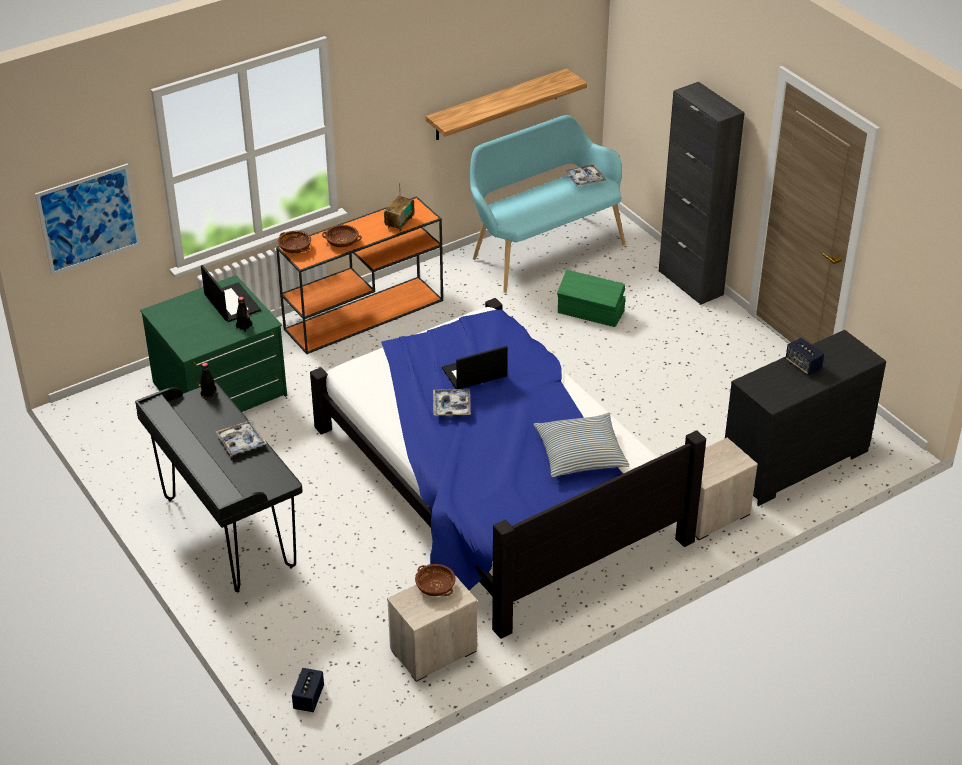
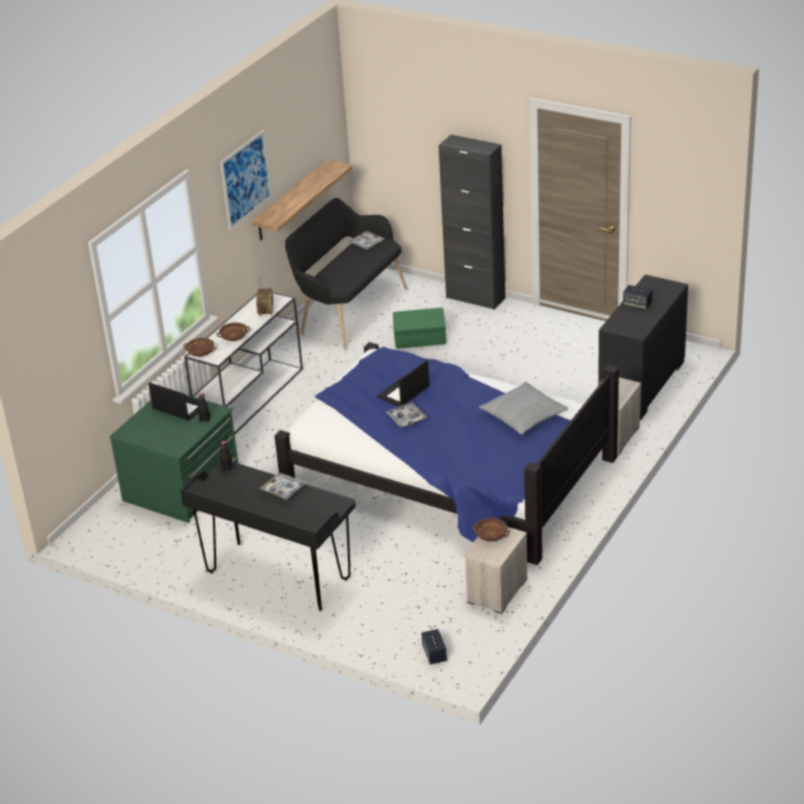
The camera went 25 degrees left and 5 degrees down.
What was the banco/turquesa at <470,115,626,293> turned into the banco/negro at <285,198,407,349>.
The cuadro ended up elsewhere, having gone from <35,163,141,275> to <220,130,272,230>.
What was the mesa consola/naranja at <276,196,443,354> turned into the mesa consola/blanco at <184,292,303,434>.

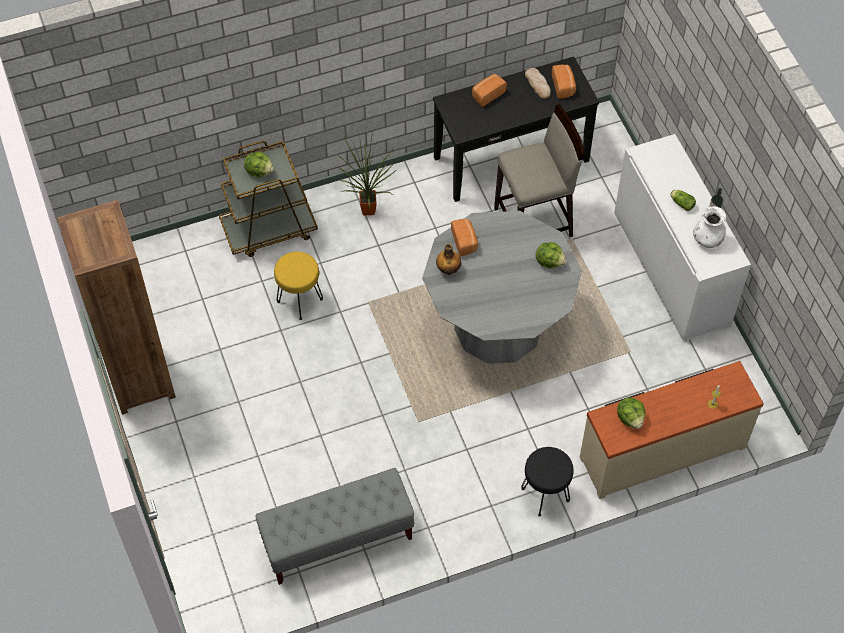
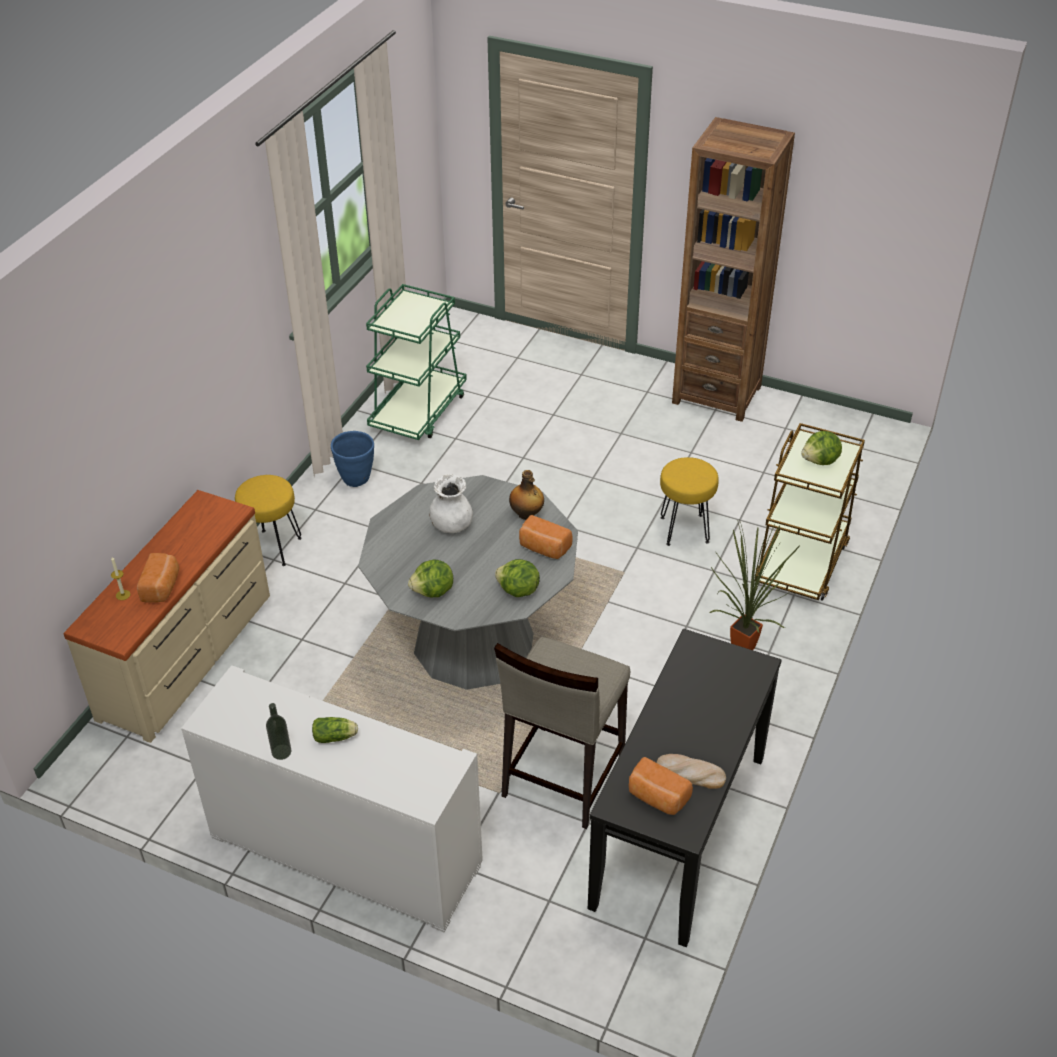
The camera went 135 degrees right and 15 degrees down.
The pan ended up elsewhere, having gone from <472,74,507,107> to <137,553,179,603>.
The florero/blanco ended up elsewhere, having gone from <693,206,726,248> to <429,475,473,533>.
The lechuga ended up elsewhere, having gone from <617,398,646,429> to <495,559,540,597>.
What was the taburete/negro at <521,447,574,517> turned into the taburete/amarillo at <235,475,302,566>.
Where the banco/gris stood at <255,468,414,585>, the carrito/verde came to stand at <366,284,467,440>.
The second view gained the maceta/azul at <331,431,374,487>.

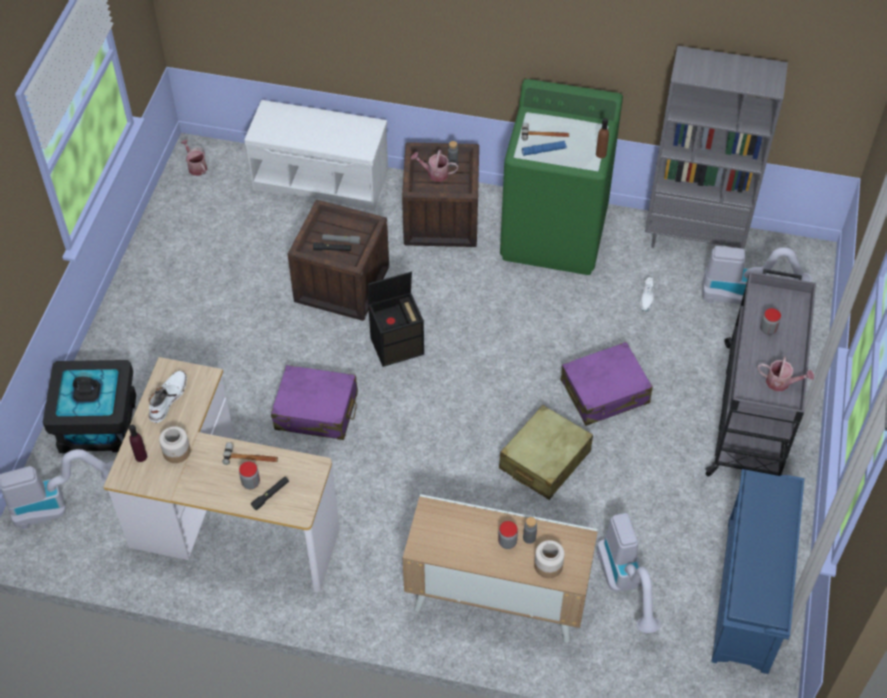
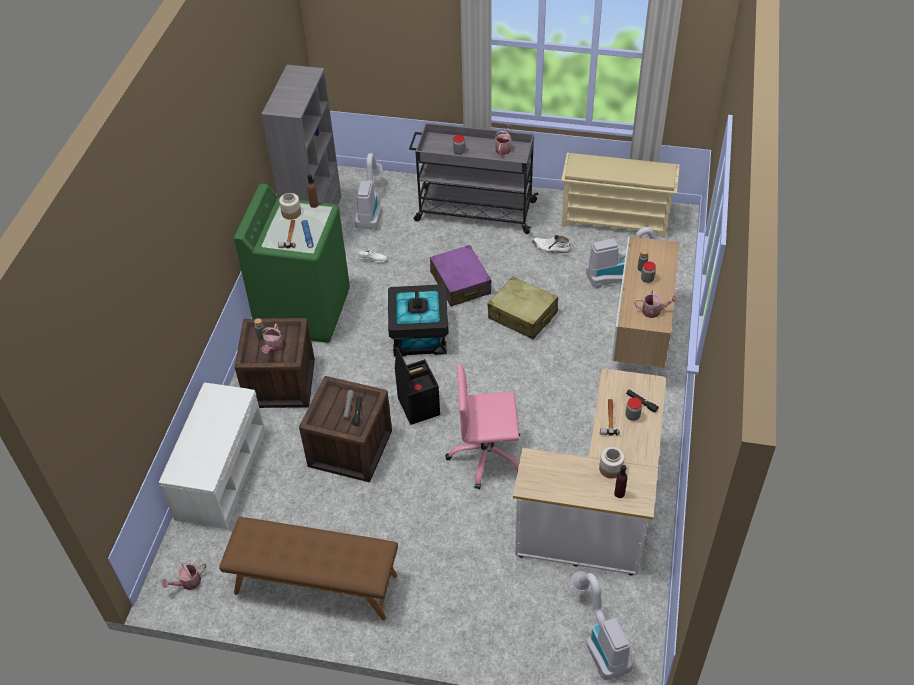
The camera went 90 degrees left and 5 degrees down.
The caja de almacenaje/negro ended up elsewhere, having gone from <43,360,136,453> to <388,284,449,357>.
Where the maleta/morado stood at <271,365,358,440>, the silla de oficina/rosa came to stand at <445,363,520,489>.
The bota/blanco ended up elsewhere, having gone from <149,371,187,423> to <532,235,571,255>.
What was the zapatero/azul at <712,469,804,674> turned into the zapatero/beis at <561,153,680,238>.
The tarro ended up elsewhere, having gone from <534,540,565,578> to <279,193,301,220>.
The second view gained the regadera at <634,290,678,318>.
The second view gained the banco/marrón at <219,517,398,620>.

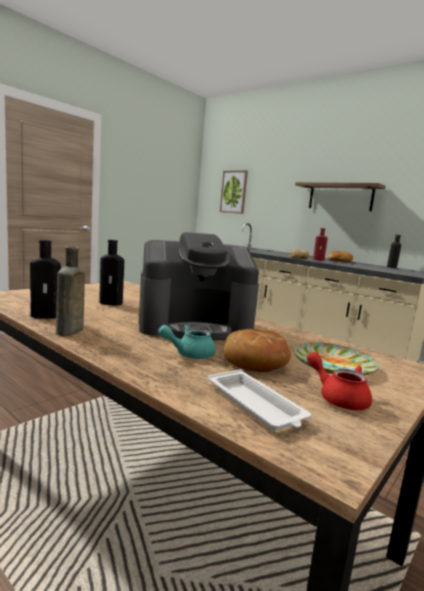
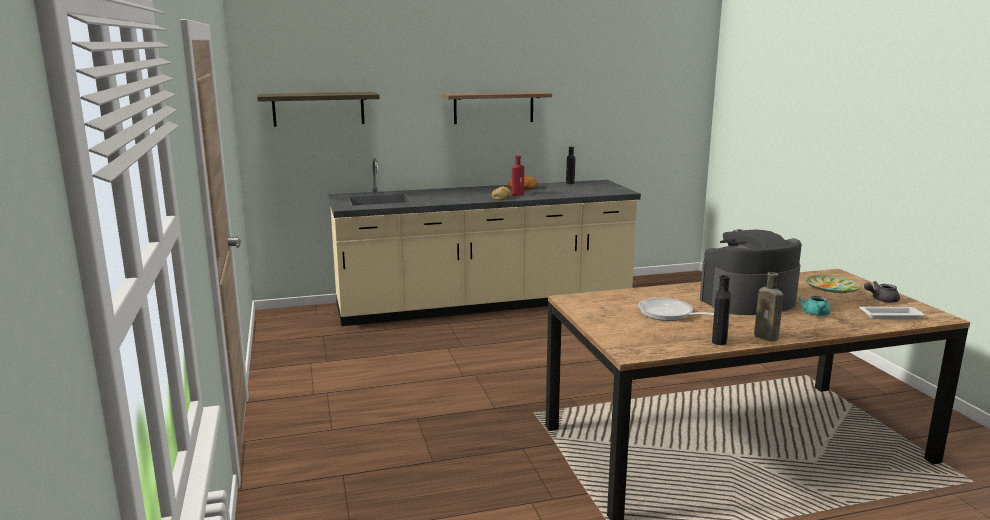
The camera went 55 degrees left and 5 degrees up.
Where the cuadro hung at <220,170,248,214>, the estante came to hang at <257,92,380,127>.
The cafetera at <139,232,259,340> ended up facing another way, 135 degrees counterclockwise from before.
Where the botella/negro stood at <99,240,124,306>, the sartén came to stand at <638,298,714,321>.
The second view lost the pan at <224,329,291,372>.
What was the tetera/rojo at <307,352,372,410> turned into the tetera/gris at <864,281,900,303>.

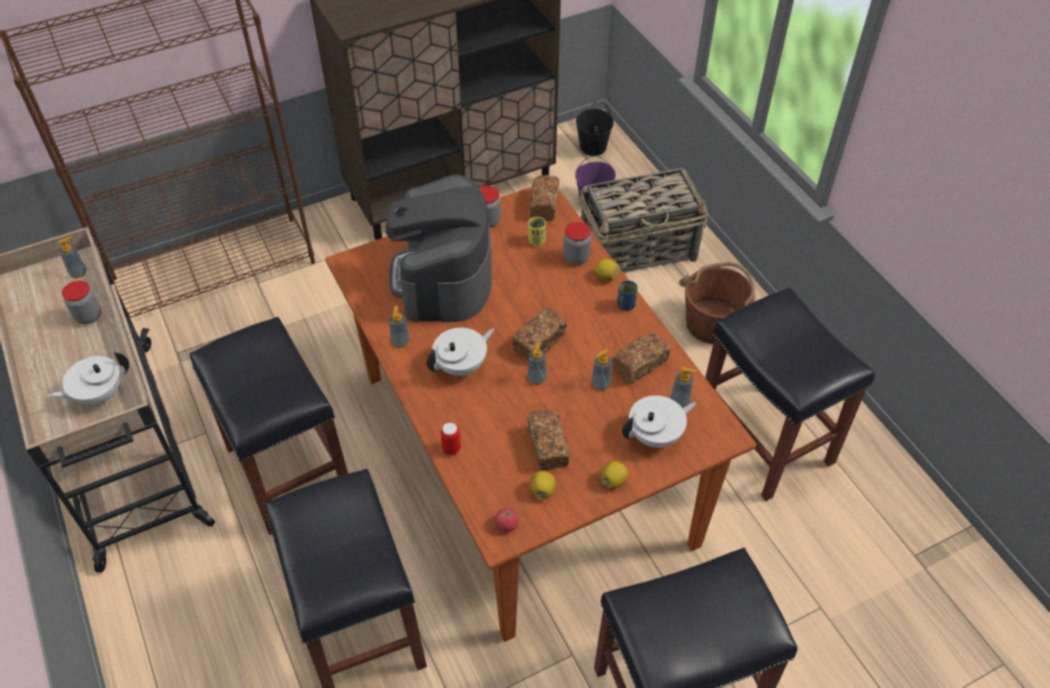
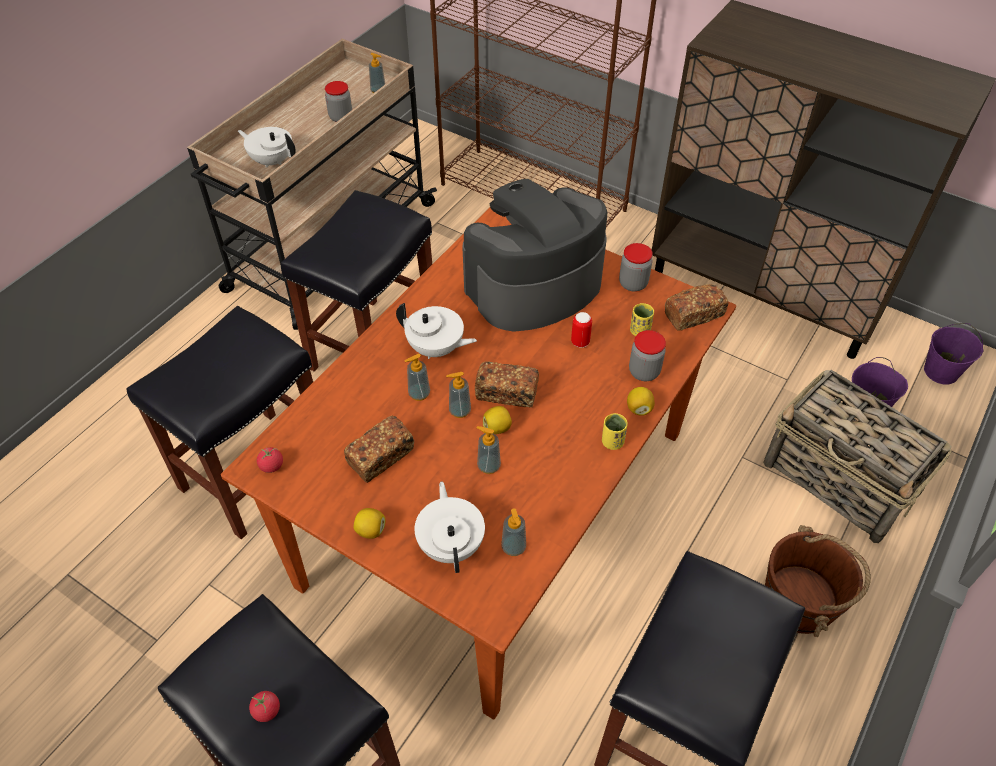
The camera went 60 degrees right and 0 degrees up.
What was the cubo/negro at <576,102,614,156> turned into the cubo/morado at <924,323,983,385>.
What was the taza/azul at <617,280,637,311> turned into the taza/amarillo at <602,413,628,450>.
The dispensador de jabón ended up elsewhere, having gone from <389,306,410,348> to <405,354,430,401>.
The second view lost the pan at <612,333,670,384>.
The tetera/blanco at <622,395,697,448> ended up facing another way, 135 degrees counterclockwise from before.
The lata ended up elsewhere, having gone from <440,422,461,455> to <571,312,592,348>.
The limón ended up elsewhere, having gone from <529,471,556,499> to <483,406,512,434>.
The second view gained the tomate at <249,691,280,722>.

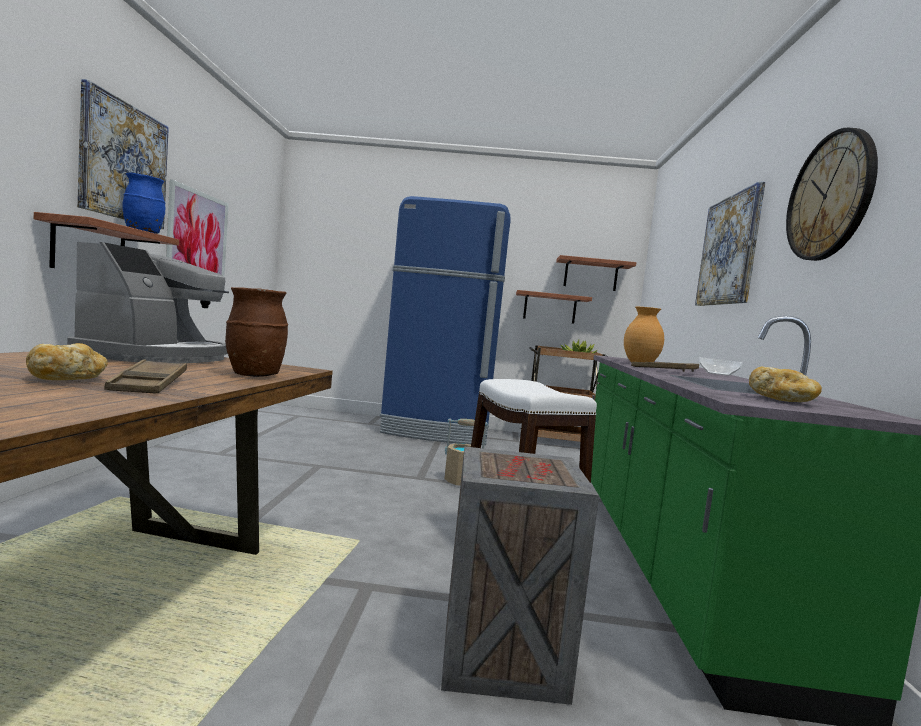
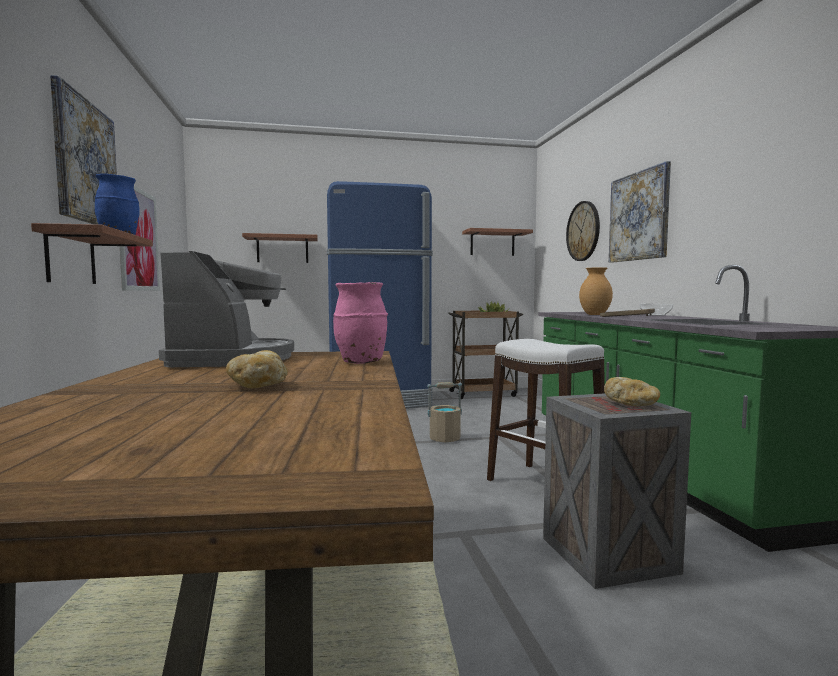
The camera went 15 degrees left and 0 degrees up.
The reloj de pared ended up elsewhere, having gone from <786,128,878,261> to <566,201,600,261>.
What was the florero/marrón at <225,287,288,377> turned into the florero/rosa at <333,282,388,364>.
The estante ended up elsewhere, having gone from <516,290,592,324> to <242,233,317,263>.
The second view lost the bandeja/marrón at <104,359,187,393>.
The pan ended up elsewhere, having gone from <749,367,822,402> to <604,377,660,406>.

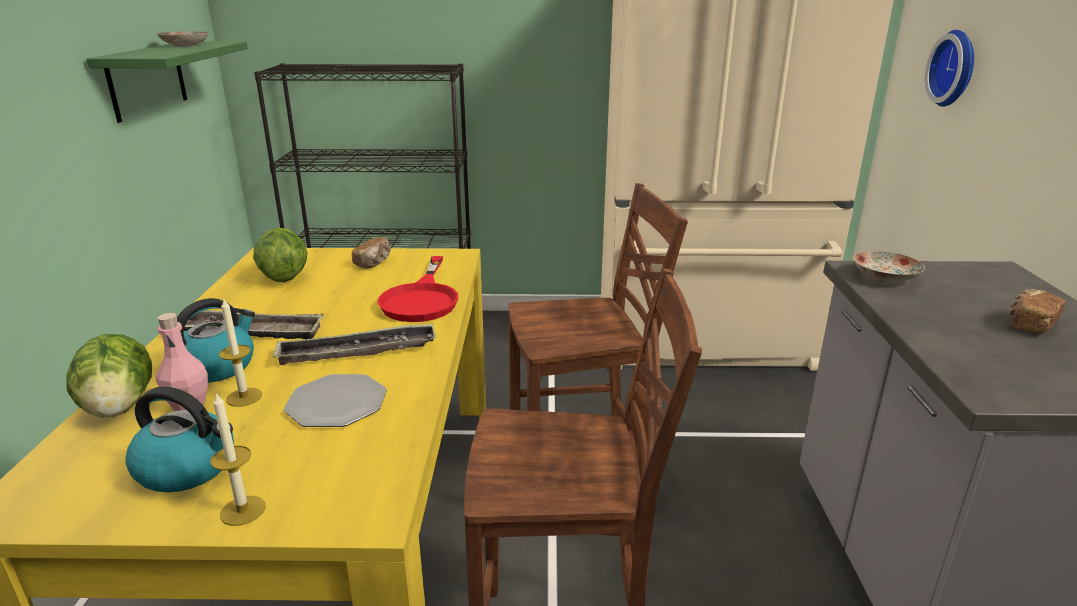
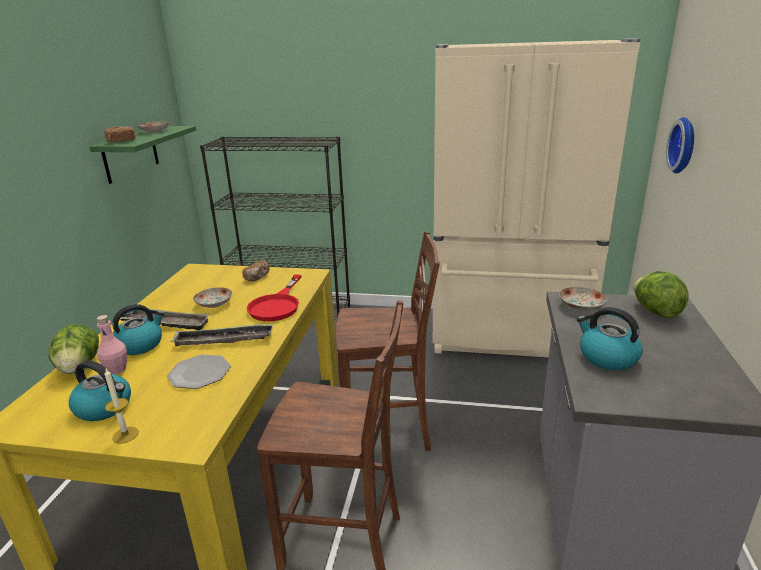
The camera went 10 degrees right and 0 degrees up.
The lechuga ended up elsewhere, having gone from <253,227,307,282> to <633,271,688,318>.
The pan ended up elsewhere, having gone from <1009,289,1065,333> to <104,126,135,142>.
The second view lost the vela at <219,297,262,407>.
The second view gained the plato at <193,287,232,308>.
The second view gained the hervidor at <577,307,643,370>.

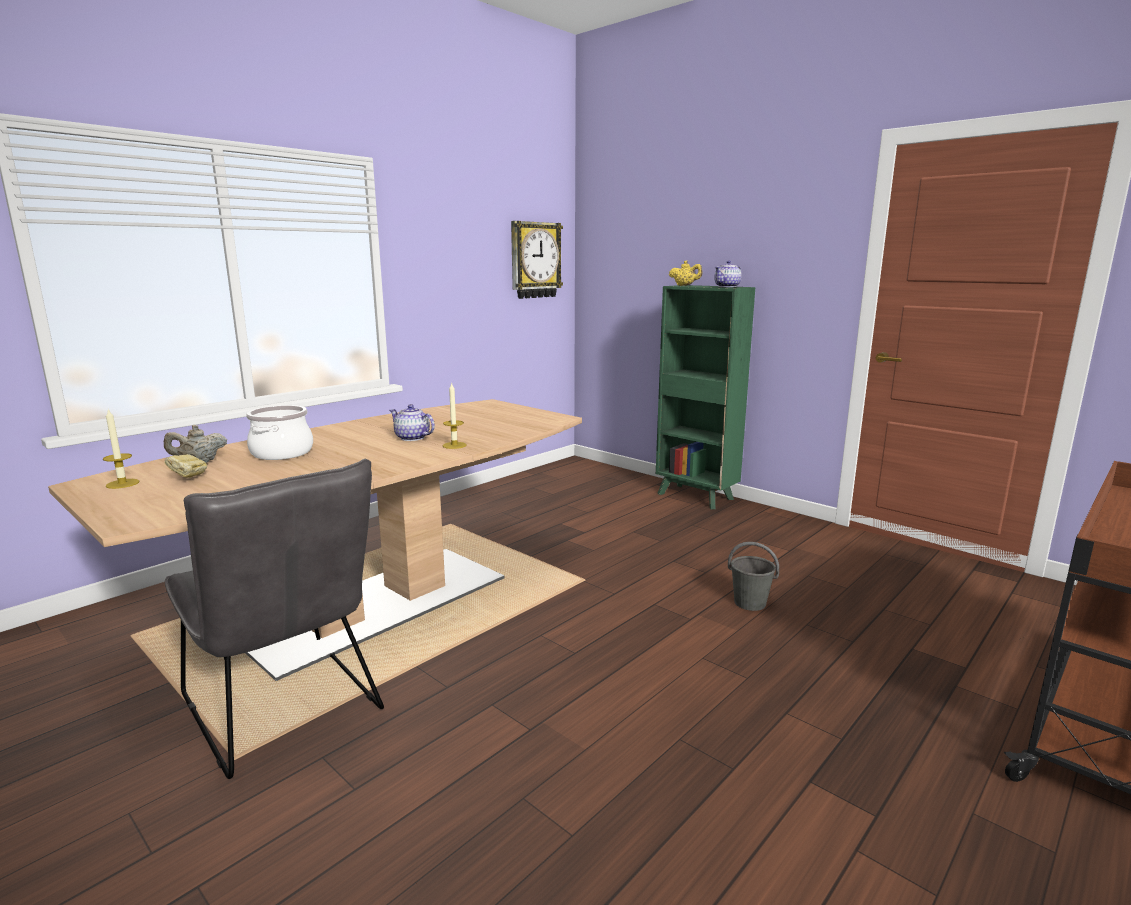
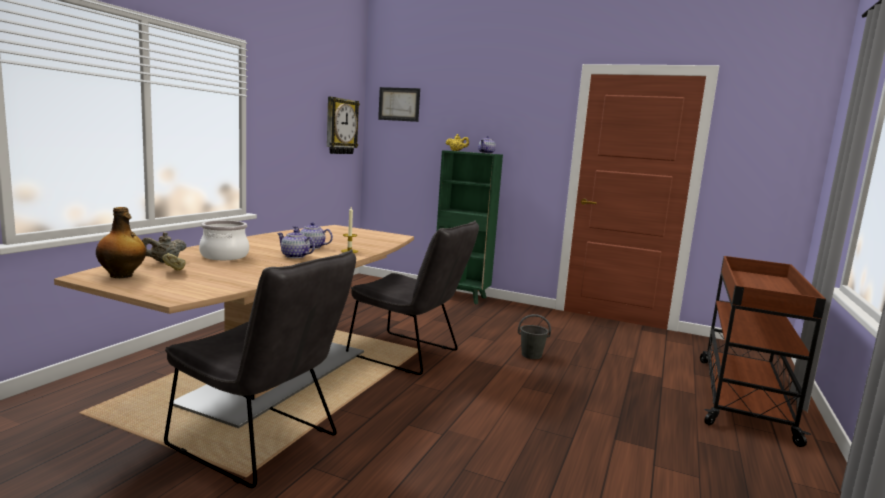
The camera went 20 degrees left and 5 degrees down.
Where the vela stood at <103,409,139,489>, the botella came to stand at <96,207,146,278>.
The second view gained the cuadro at <378,87,420,122>.
The second view gained the silla/gris at <346,220,479,375>.
The second view gained the tetera at <277,229,315,258>.

